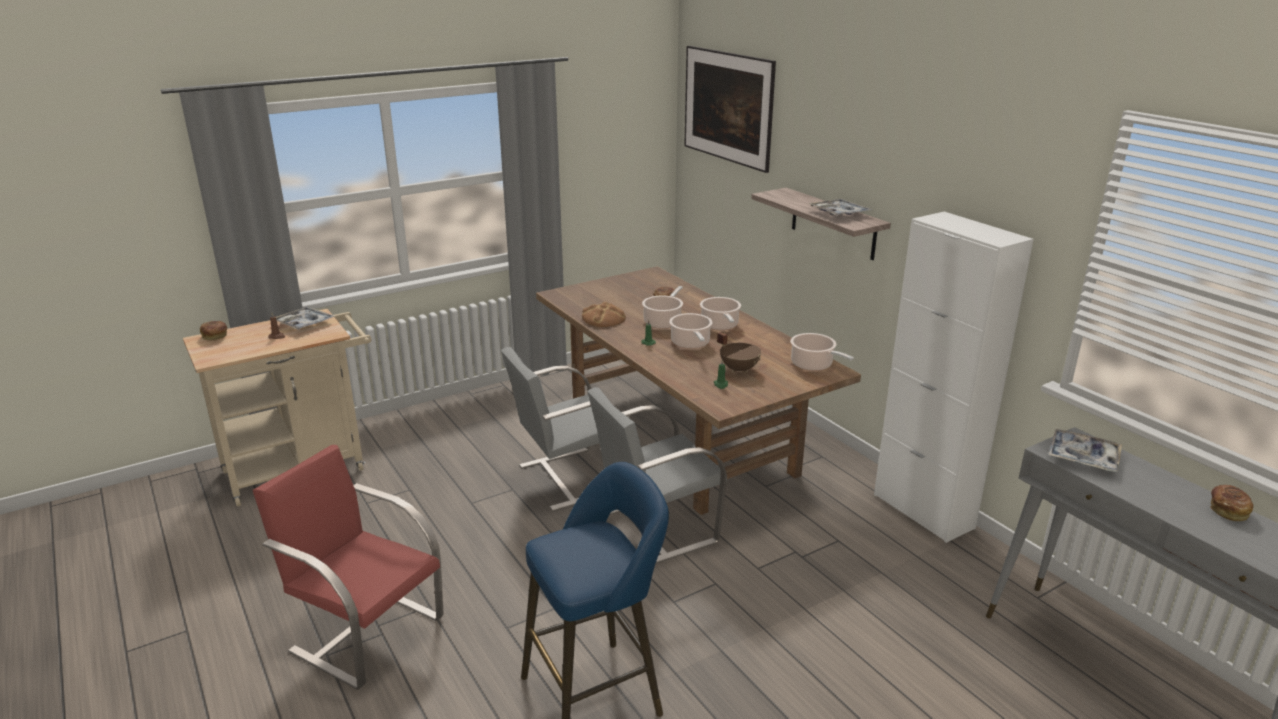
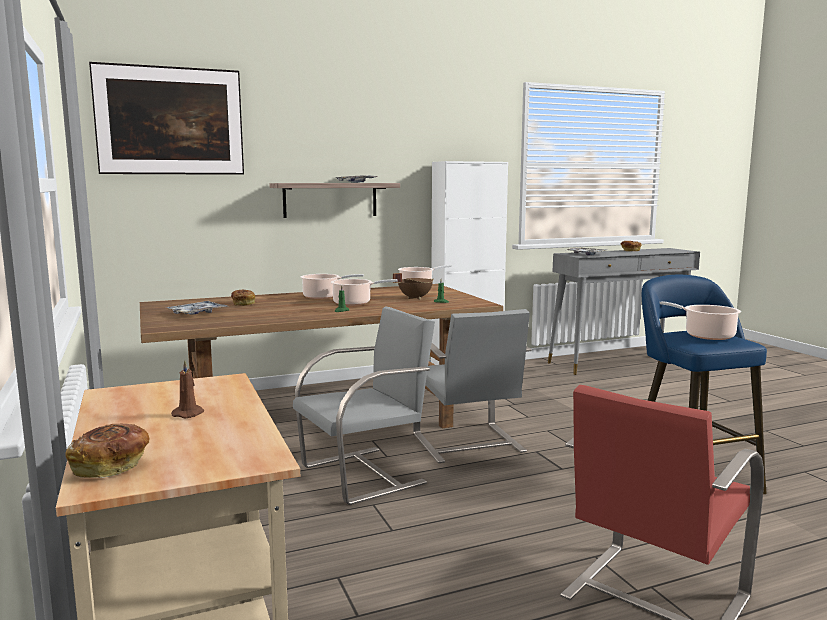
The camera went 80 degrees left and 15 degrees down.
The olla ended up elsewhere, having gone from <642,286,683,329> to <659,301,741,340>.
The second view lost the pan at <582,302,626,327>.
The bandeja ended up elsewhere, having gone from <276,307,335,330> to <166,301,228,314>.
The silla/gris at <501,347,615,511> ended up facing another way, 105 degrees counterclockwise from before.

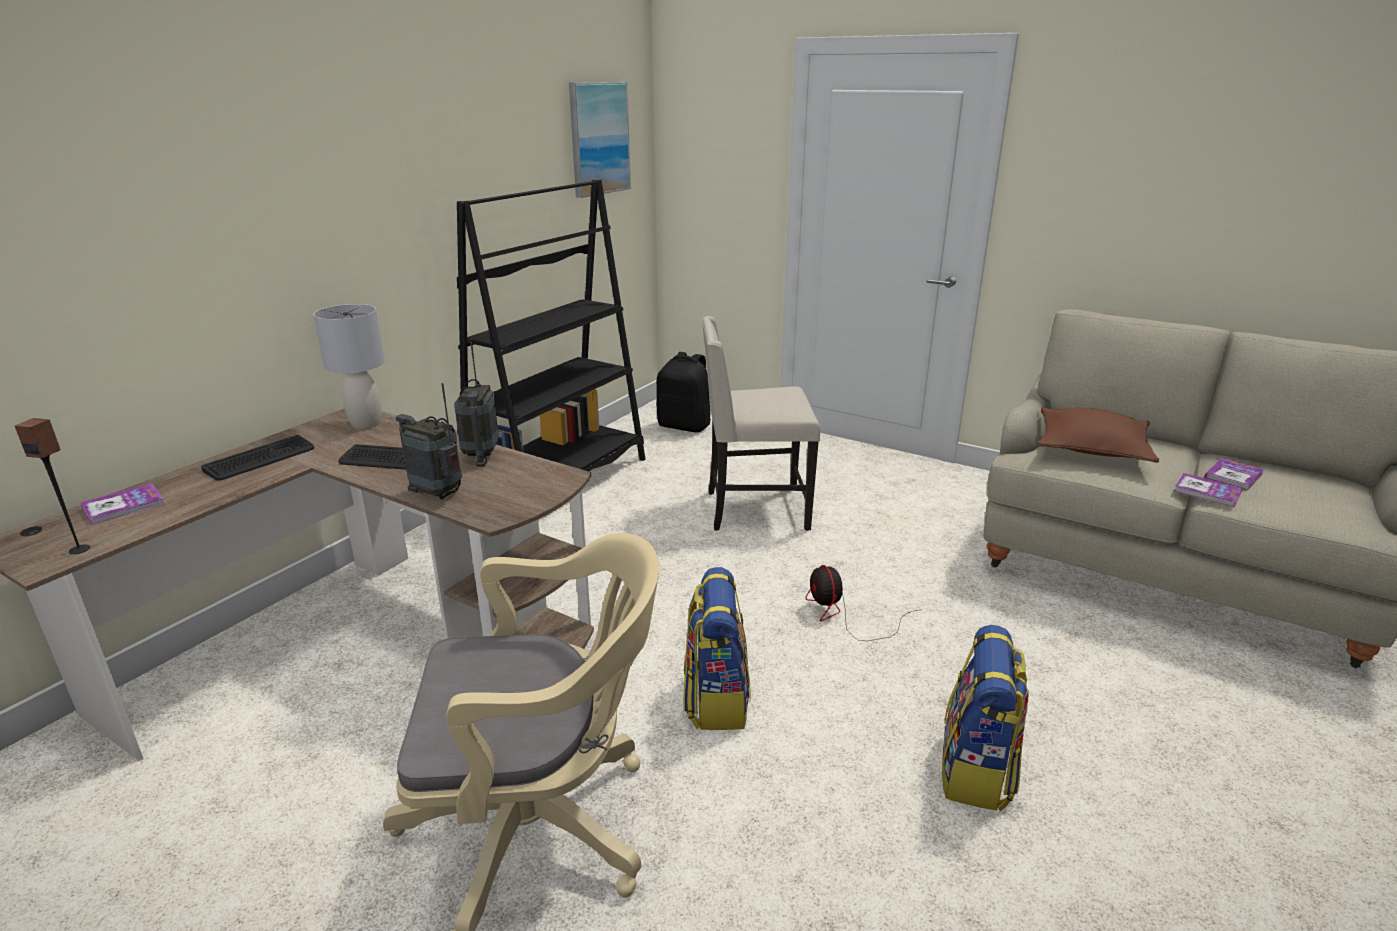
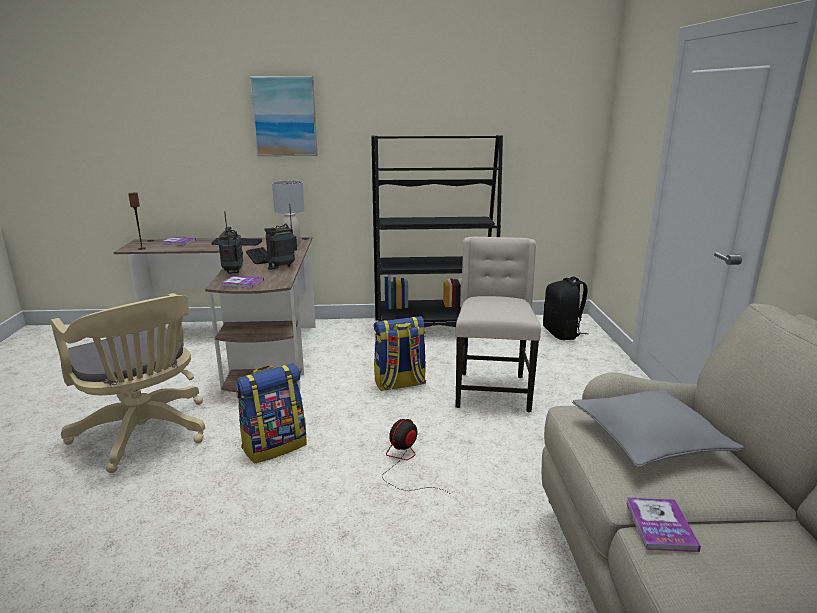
The camera went 55 degrees right and 5 degrees down.
The cuadro ended up elsewhere, having gone from <569,82,631,198> to <250,76,317,156>.
The silla/beis at <702,316,820,531> ended up facing another way, 45 degrees clockwise from before.
What was the cojín/marrón at <1038,407,1159,463> turned into the cojín/gris at <572,388,744,468>.
The libro ended up elsewhere, having gone from <1204,458,1264,490> to <222,276,264,288>.
The mochila ended up elsewhere, having gone from <942,625,1029,811> to <374,316,426,391>.

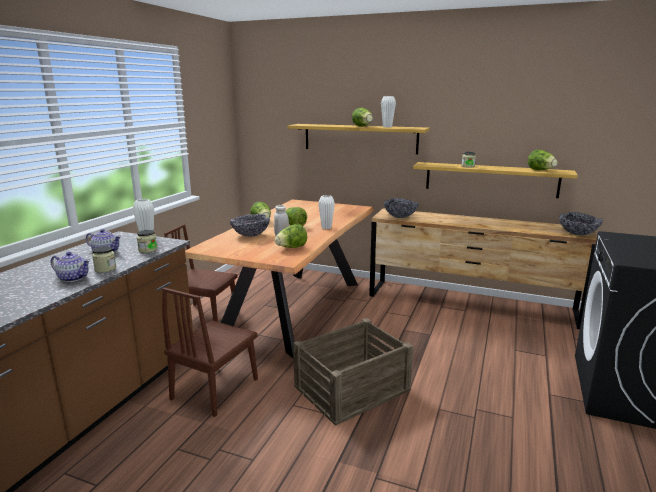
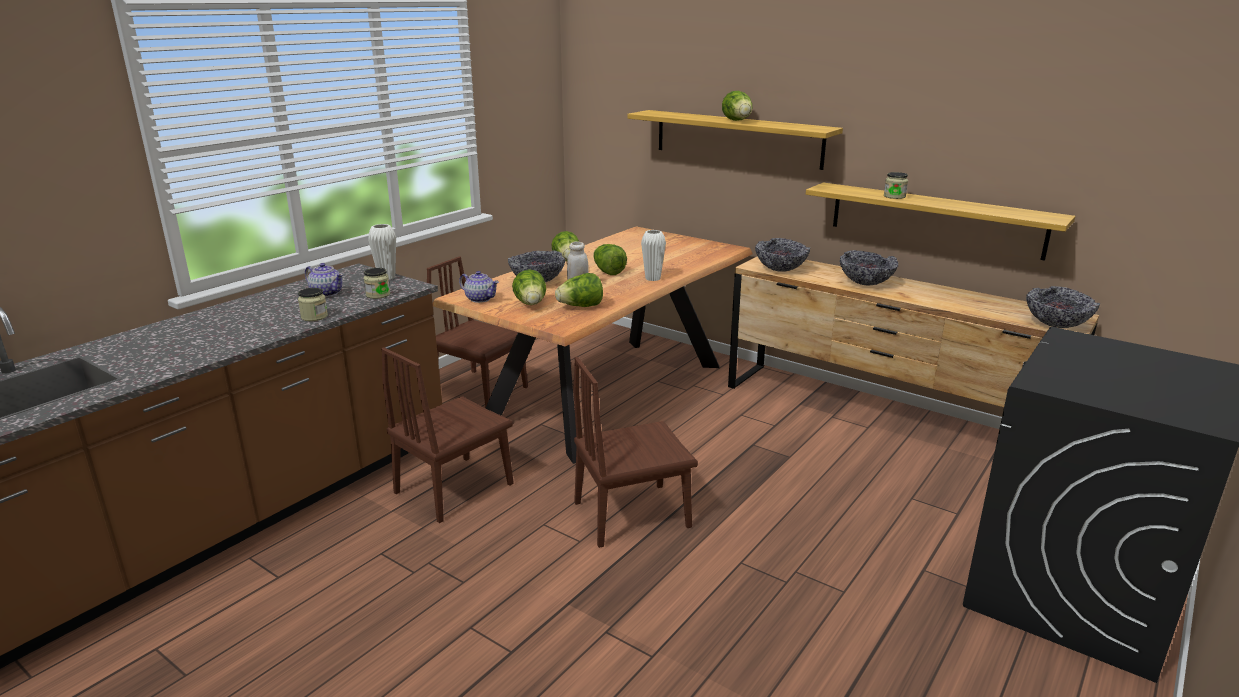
The camera went 15 degrees right and 5 degrees up.
The second view lost the florero/blanco at <381,96,396,127>.
The lechuga ended up elsewhere, having gone from <528,150,557,170> to <512,269,546,305>.
The tetera ended up elsewhere, having gone from <51,252,90,282> to <459,271,499,303>.
Where the caja de embalaje stood at <293,318,413,426>, the silla/marrón came to stand at <573,357,698,548>.
The second view gained the cuenco at <840,250,898,286>.

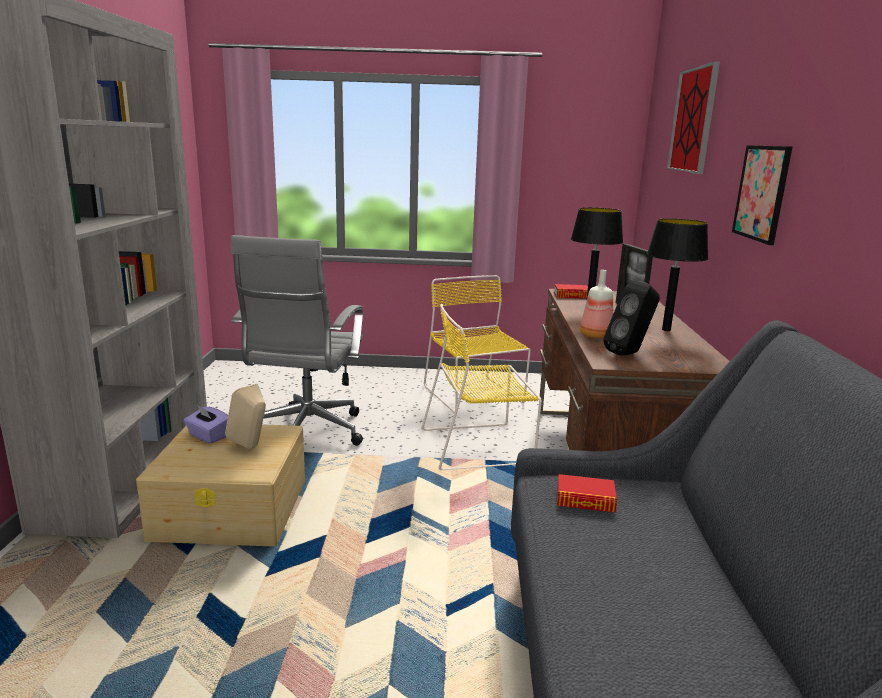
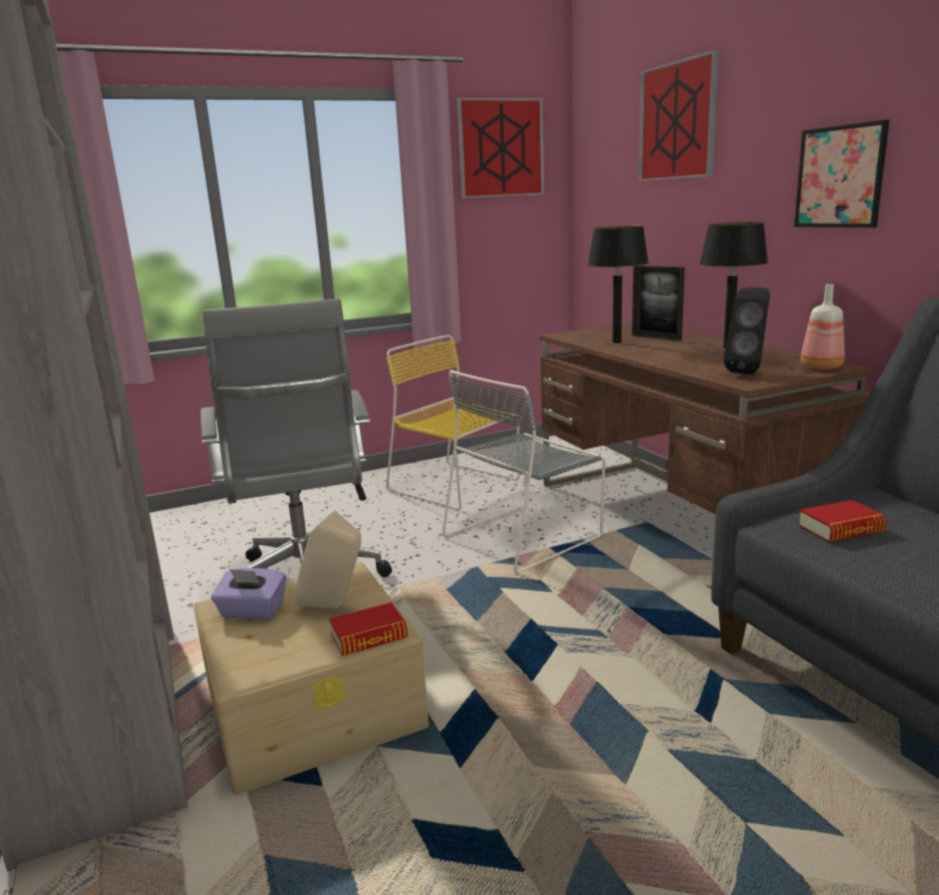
The camera went 25 degrees left and 0 degrees up.
The botella ended up elsewhere, having gone from <580,270,613,339> to <800,284,845,370>.
The libro ended up elsewhere, having gone from <554,284,588,299> to <329,602,408,656>.
What was the silla/amarillo at <422,304,542,470> turned into the silla/gris at <442,370,605,573>.
The second view gained the cuadro at <457,97,544,199>.

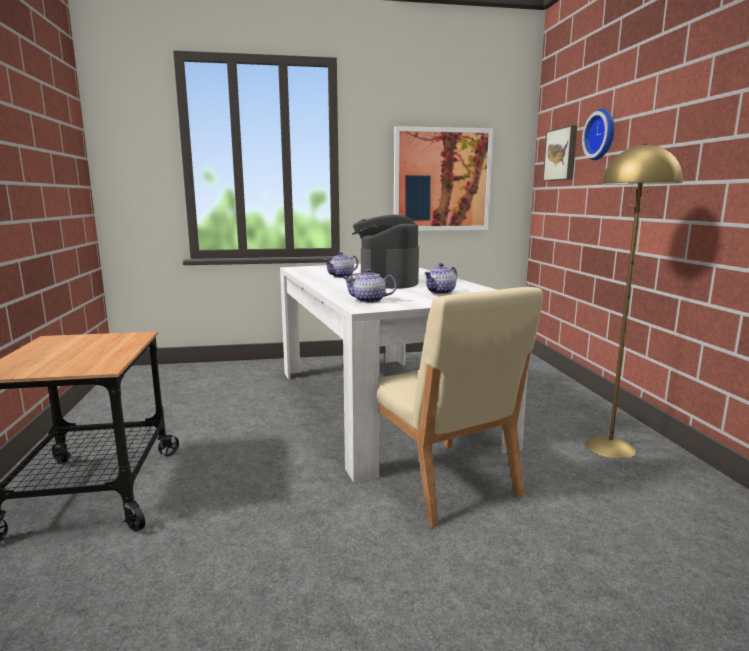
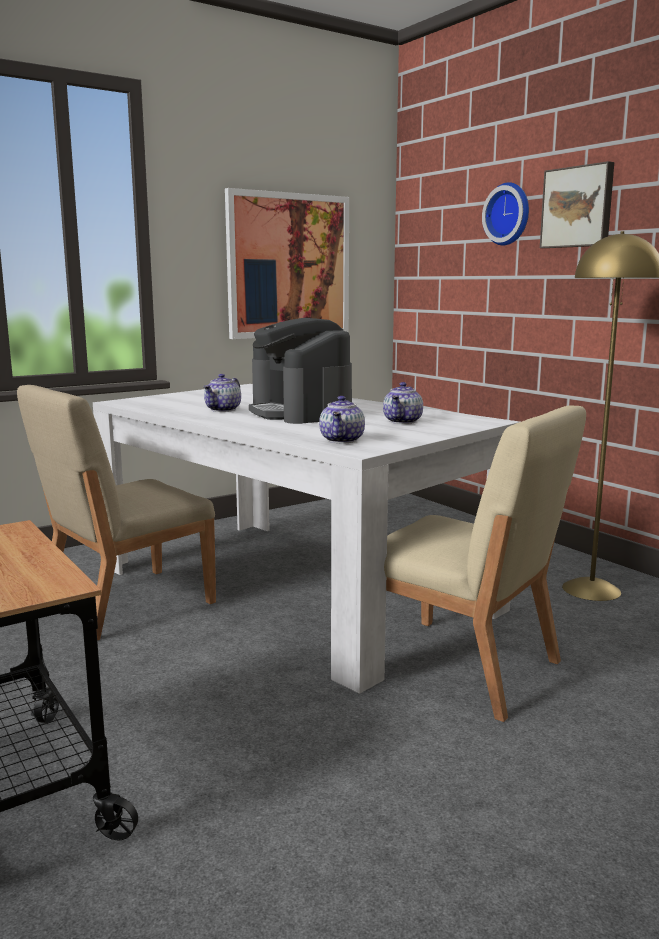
The camera went 25 degrees left and 0 degrees up.
The cuadro ended up elsewhere, having gone from <543,125,577,181> to <540,161,614,248>.
The tetera at <342,269,397,303> ended up facing another way, 60 degrees counterclockwise from before.
The second view gained the silla/beis at <17,385,216,640>.

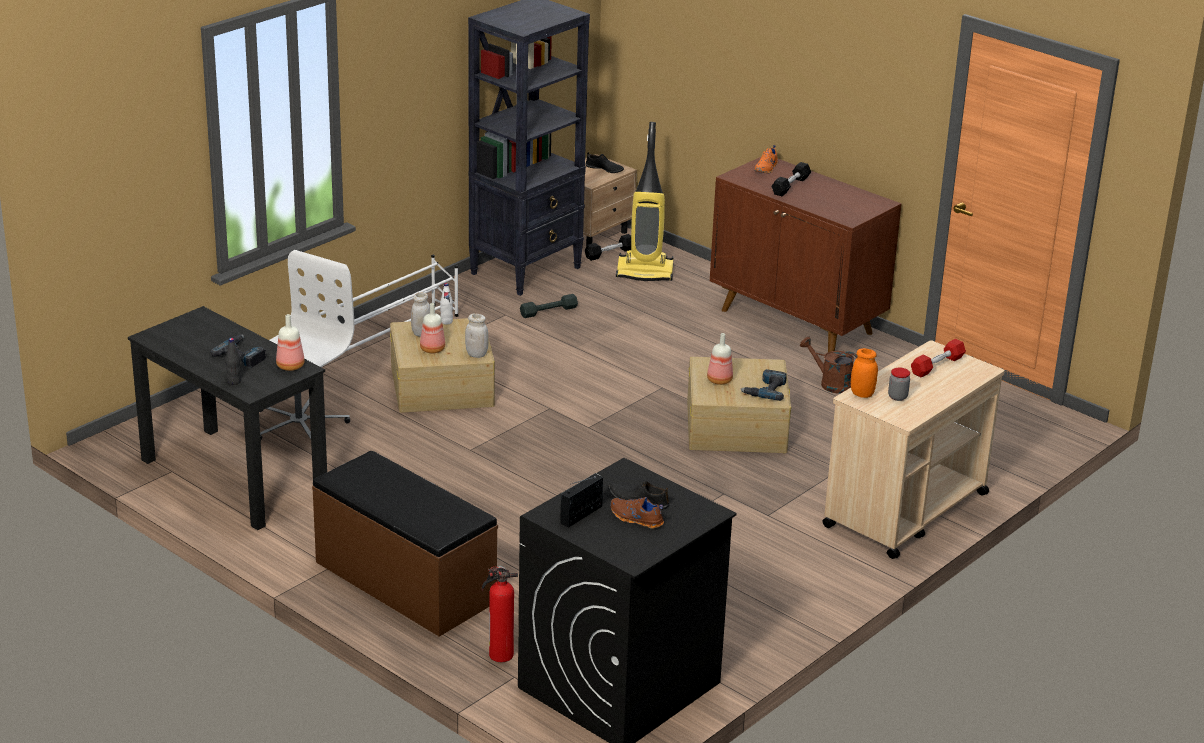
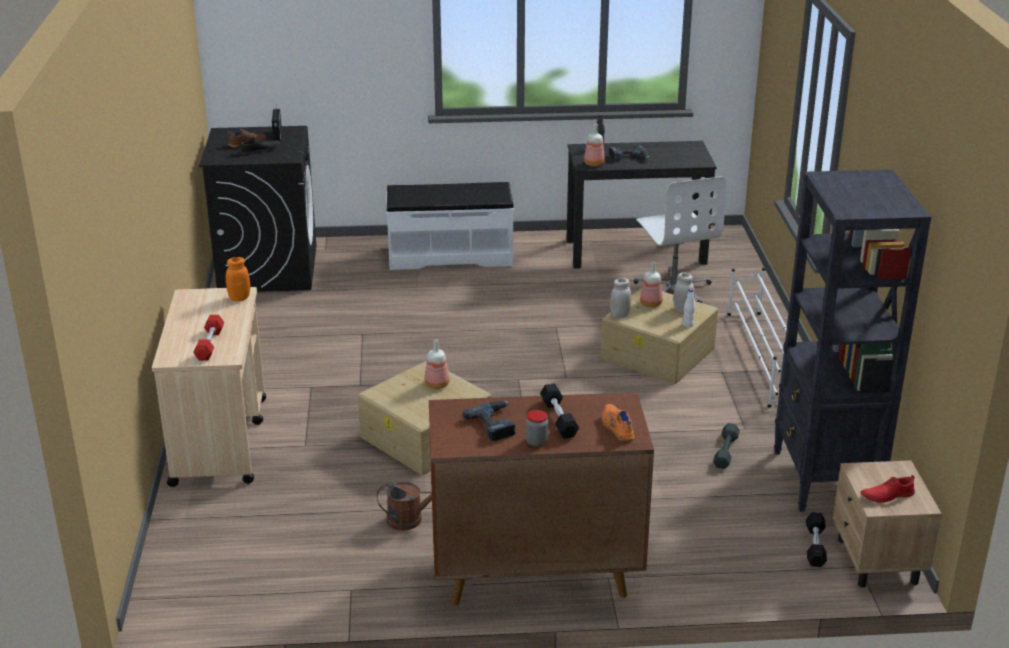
The camera went 135 degrees right and 0 degrees up.
The second view lost the aspiradora at <616,122,674,281>.
What was the zapato/negro at <585,152,624,173> turned into the zapato/rojo at <860,475,915,503>.
The tarro ended up elsewhere, having gone from <888,368,910,401> to <526,410,548,447>.
The taladro ended up elsewhere, having gone from <740,369,787,401> to <462,400,516,441>.
What was the banco/marrón at <312,451,498,637> turned into the banco/blanco at <386,182,514,270>.
The second view lost the extintor at <482,566,518,662>.

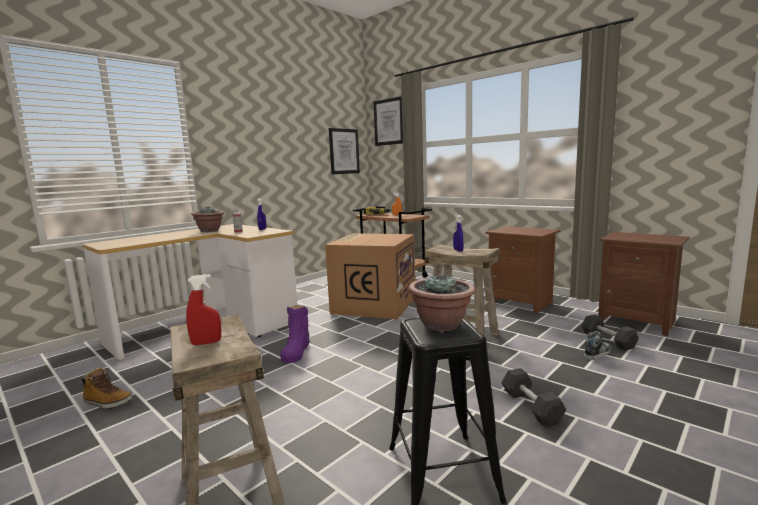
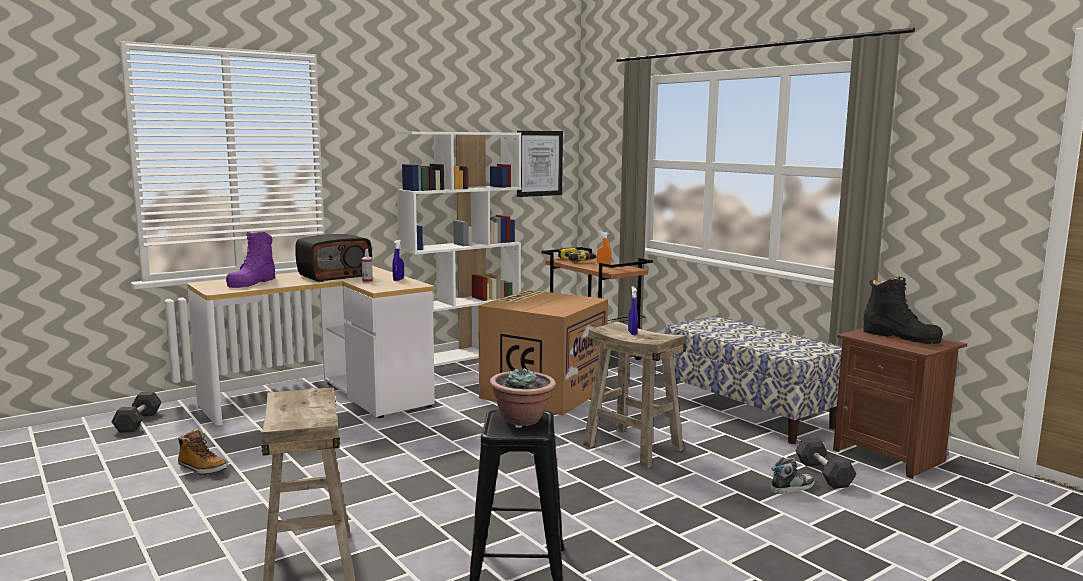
The camera went 10 degrees right and 0 degrees up.
The second view lost the cuadro at <374,96,403,146>.
Where the planta en maceta stood at <191,206,224,232>, the radio came to stand at <295,234,372,282>.
Where the mesita de noche/marrón stood at <486,226,560,314>, the banco came to stand at <663,316,842,444>.
The second view lost the pulverizador/rojo at <186,274,221,345>.
The bota/morado ended up elsewhere, having gone from <280,305,309,363> to <226,231,275,288>.
The mancuerna/gris ended up elsewhere, having gone from <502,368,566,427> to <111,392,162,433>.
The second view gained the estantería/blanco at <395,131,521,366>.
The second view gained the bota/negro at <863,277,943,344>.

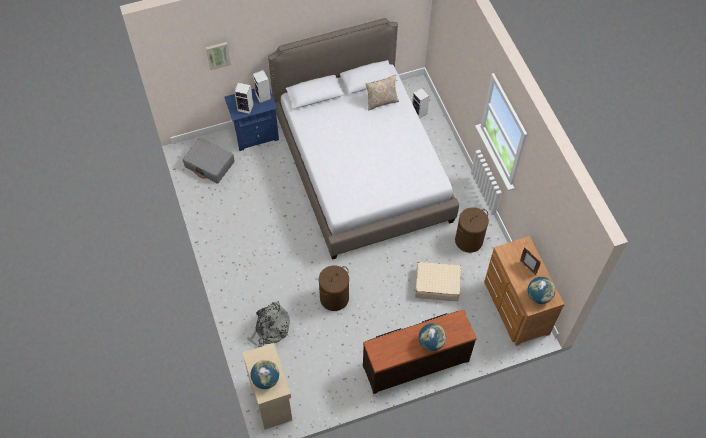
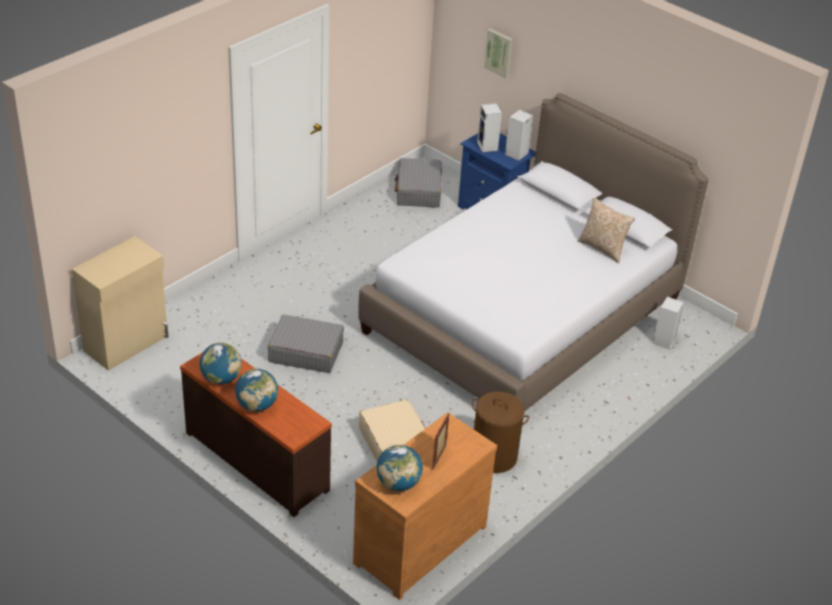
The camera went 60 degrees right and 20 degrees down.
Where the cesto de la ropa/marrón stood at <319,266,349,311>, the maleta/gris came to stand at <268,315,344,373>.
The second view lost the mochila/gris at <247,301,290,347>.
The globo terráqueo ended up elsewhere, having gone from <250,360,279,389> to <200,343,242,385>.

